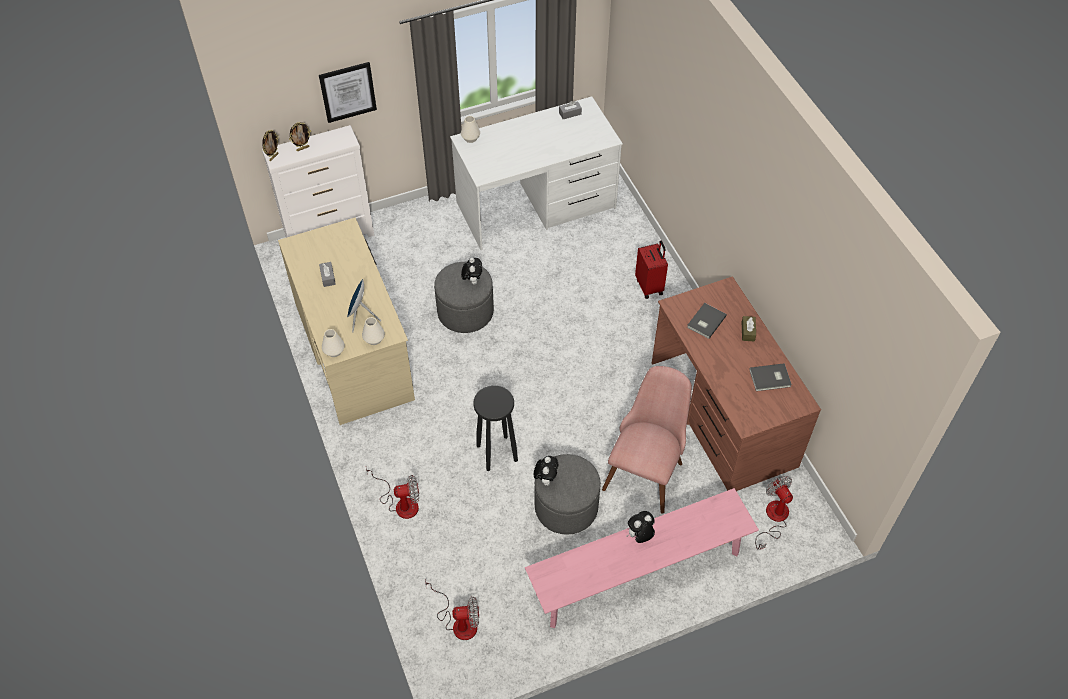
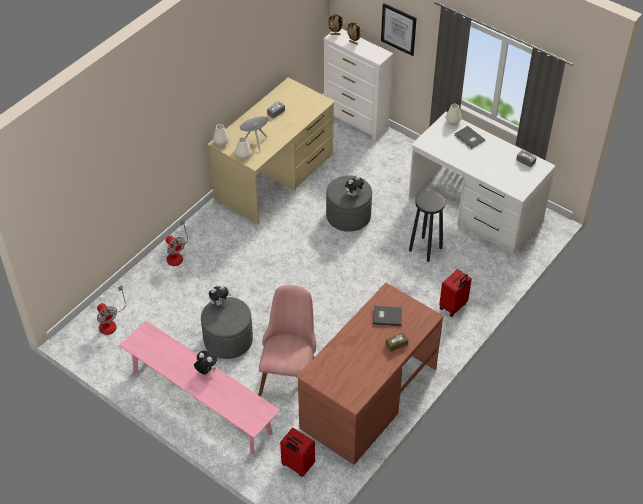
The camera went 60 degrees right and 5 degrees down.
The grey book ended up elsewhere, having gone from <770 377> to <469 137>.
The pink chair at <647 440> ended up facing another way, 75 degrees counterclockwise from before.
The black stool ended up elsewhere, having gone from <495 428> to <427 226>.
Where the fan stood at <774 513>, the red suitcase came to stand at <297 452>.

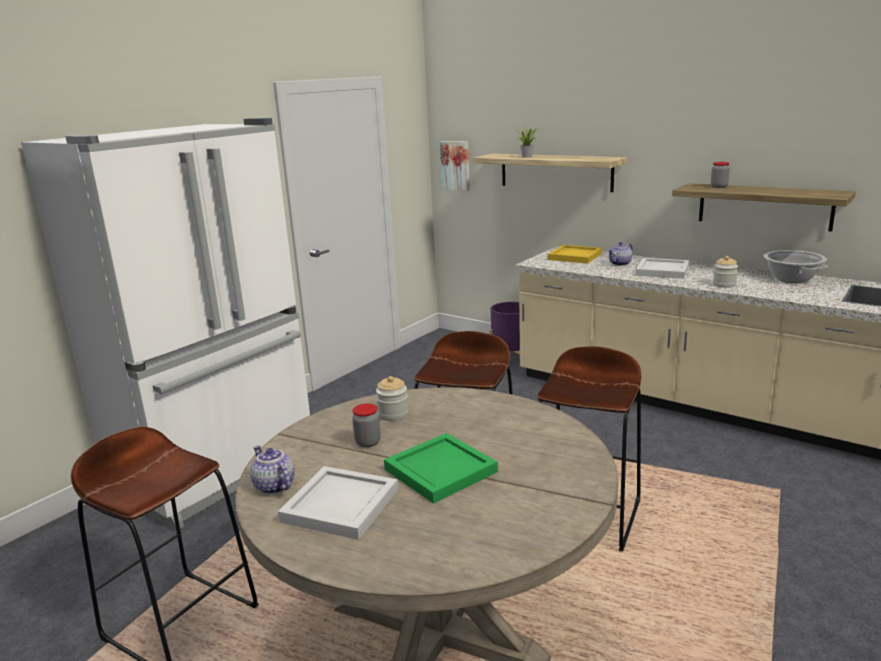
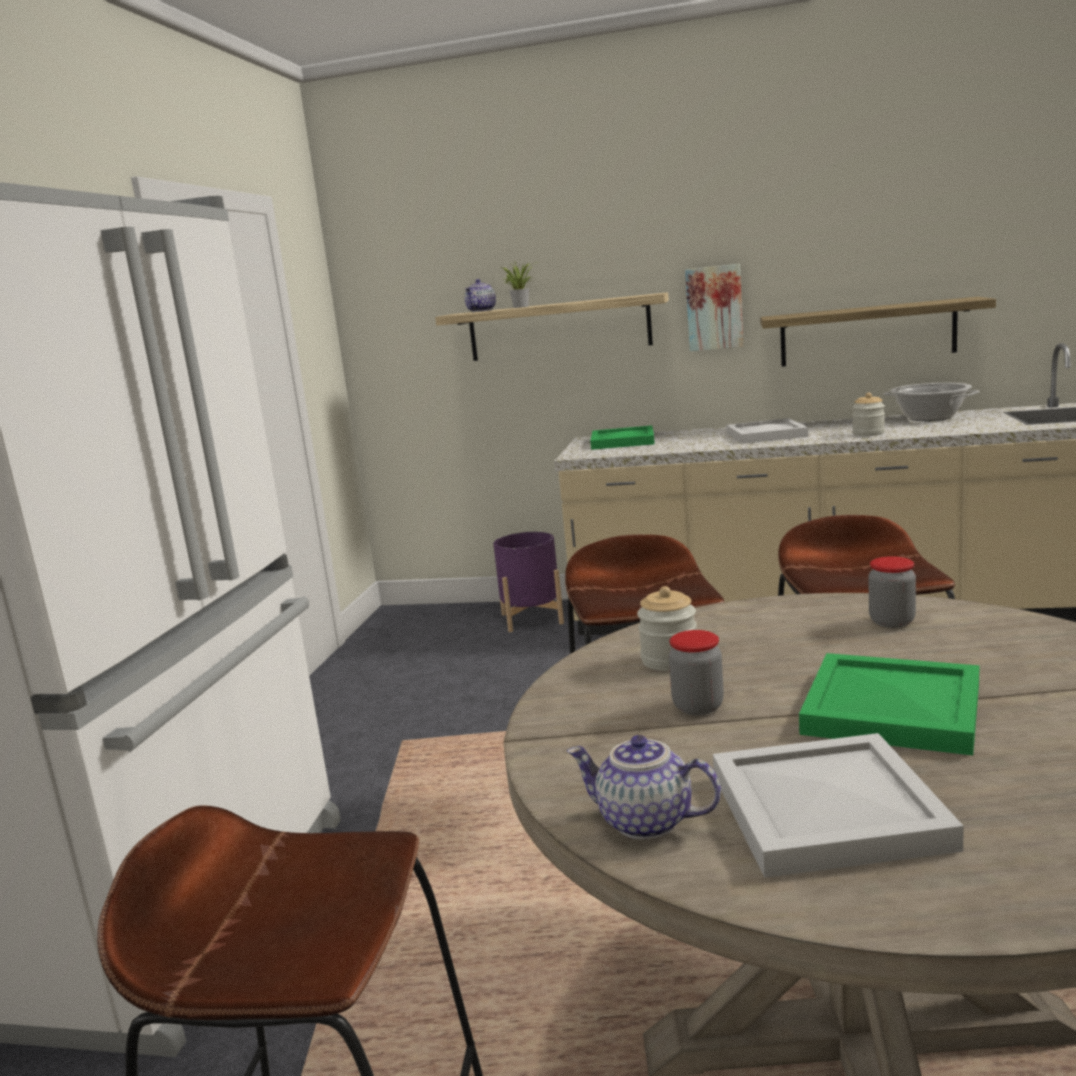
The camera went 25 degrees left and 5 degrees down.
The picture ended up elsewhere, having gone from <455 166> to <714 307>.
The jar ended up elsewhere, having gone from <720 175> to <892 592>.
The teapot ended up elsewhere, having gone from <620 254> to <480 295>.
What was the yellow tray at <575 254> turned into the green tray at <622 437>.

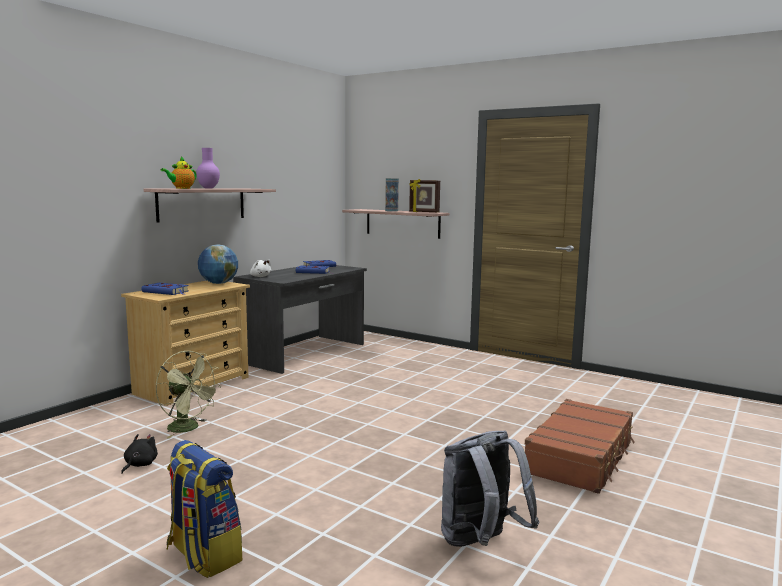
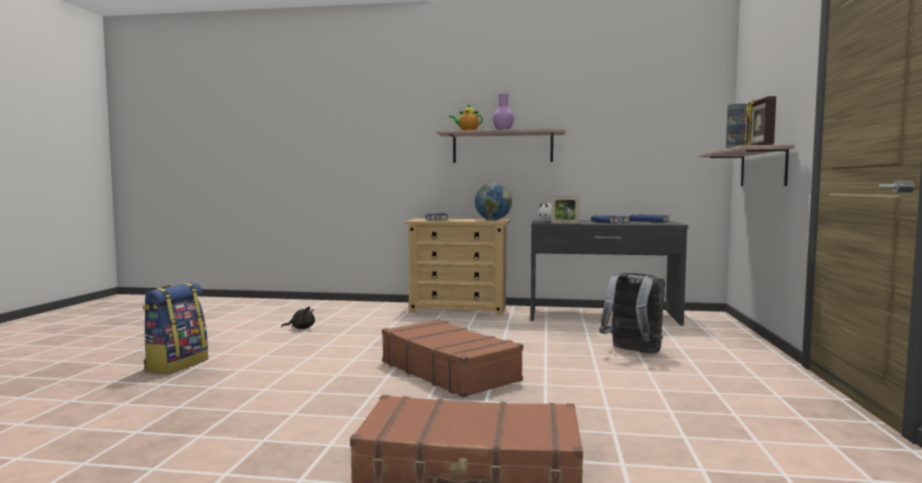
The camera went 65 degrees right and 5 degrees down.
The second view lost the green fan at <188 394>.
The grey backpack ended up elsewhere, having gone from <490 489> to <632 312>.
The second view gained the picture frame at <565 210>.
The second view gained the brown suitcase at <452 358>.

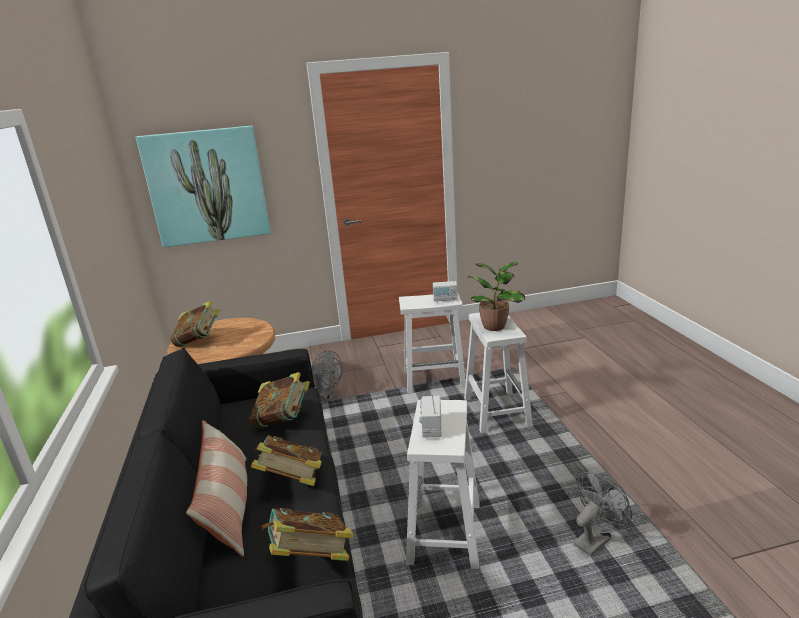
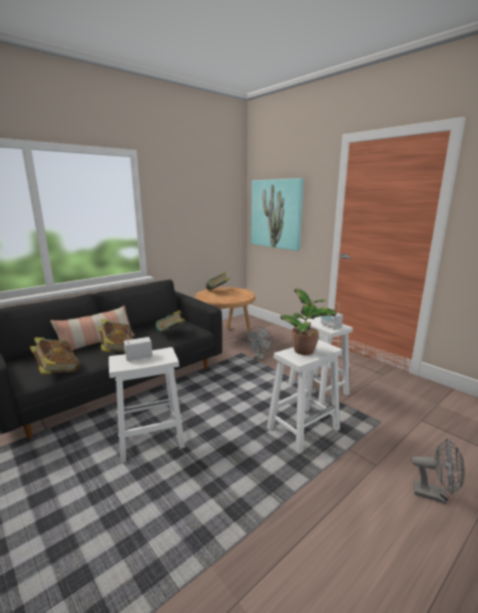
The camera went 60 degrees right and 5 degrees down.
The grey fan ended up elsewhere, having gone from <602 514> to <438 471>.

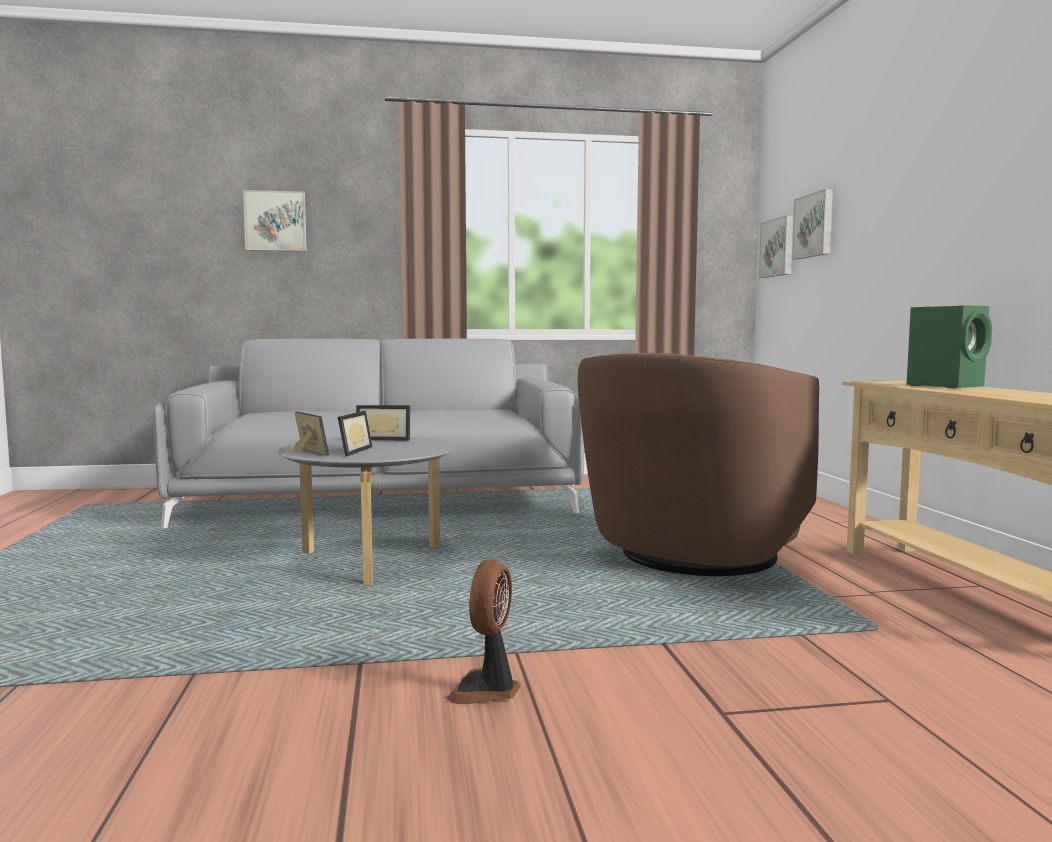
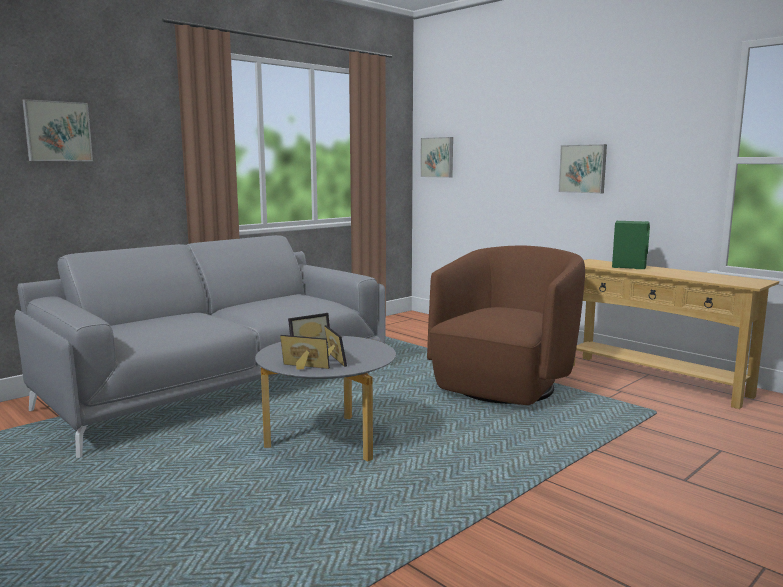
The camera went 35 degrees left and 5 degrees up.
The picture ended up elsewhere, having gone from <812 224> to <583 169>.
The brown armchair at <698 464> ended up facing another way, 150 degrees counterclockwise from before.
The second view lost the fan at <483 631>.

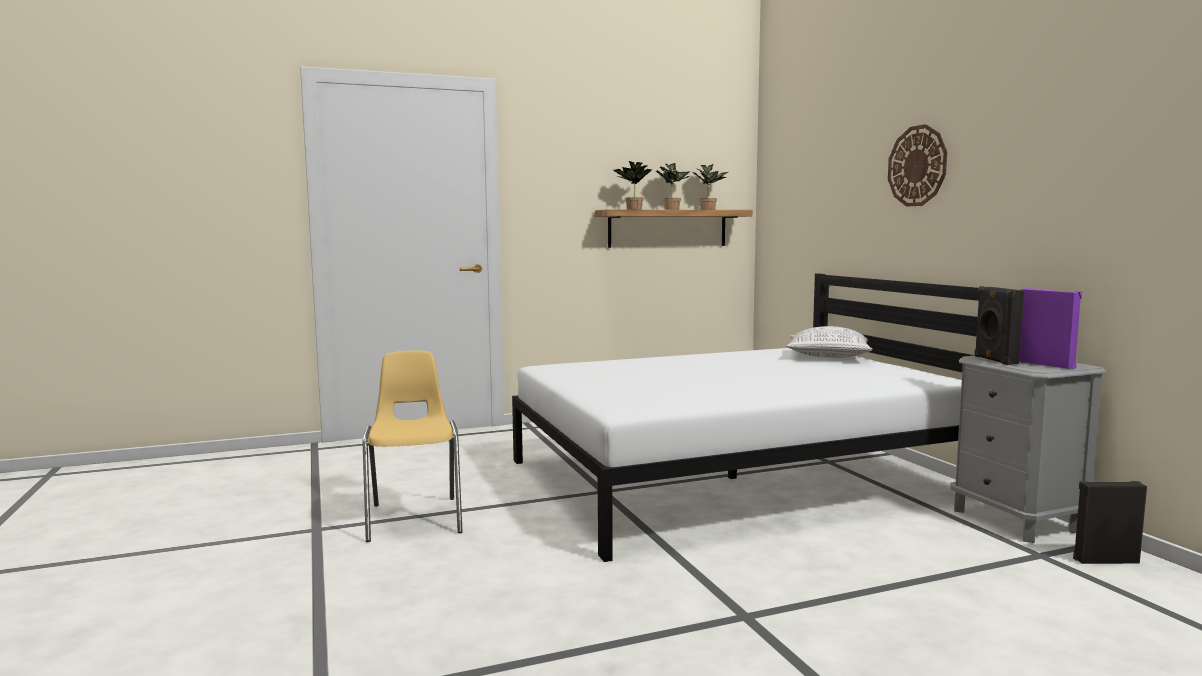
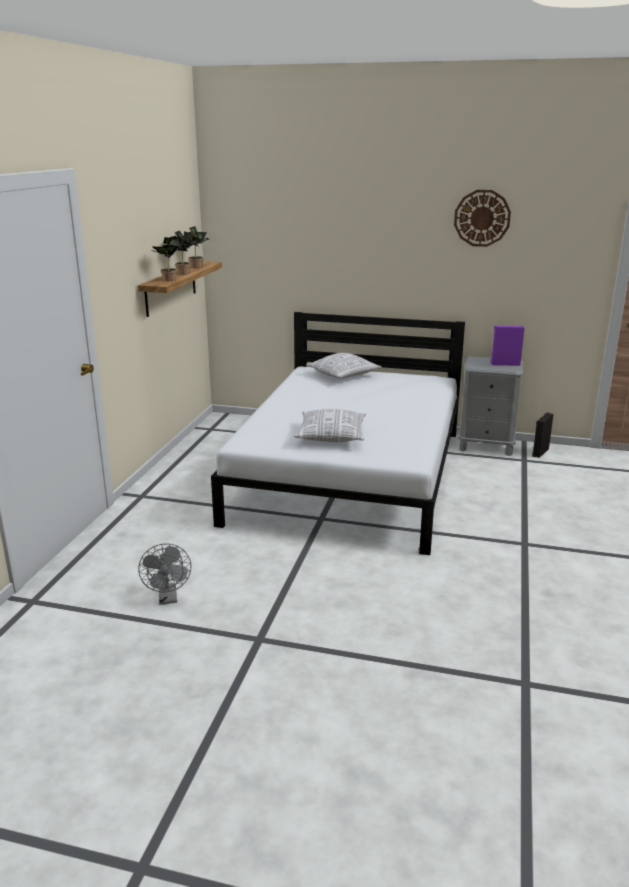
The camera went 55 degrees left and 15 degrees up.
The wall clock ended up elsewhere, having gone from <917 165> to <482 218>.
The second view lost the black speaker at <999 325>.
The second view lost the yellow chair at <412 446>.
The second view gained the pillow at <330 425>.
The second view gained the grey fan at <164 574>.

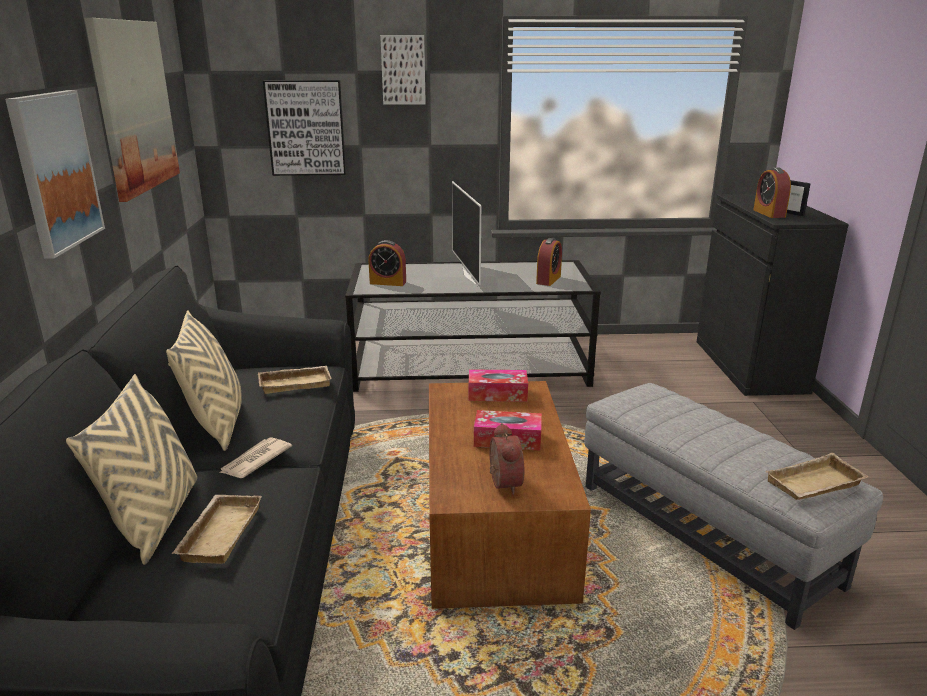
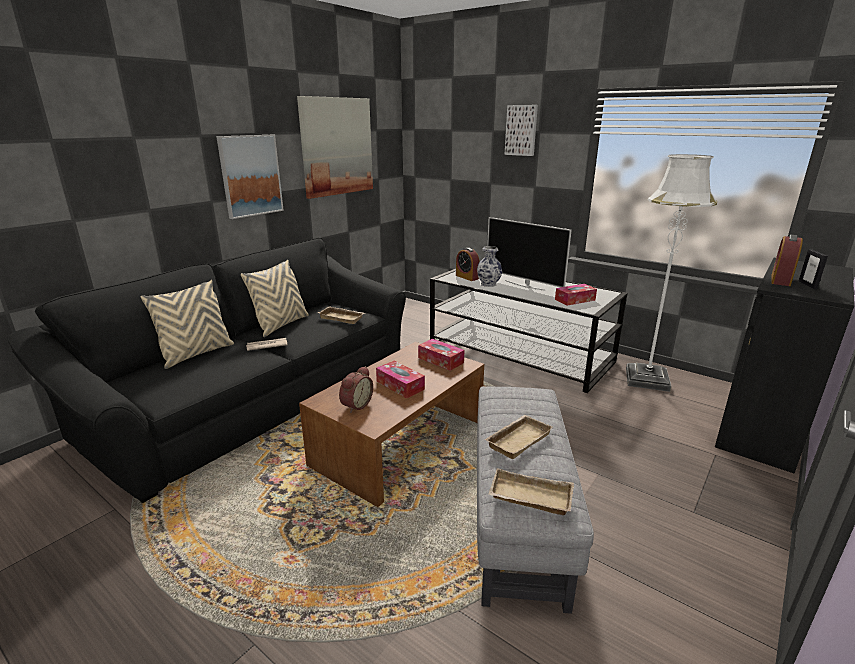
The camera went 40 degrees right and 0 degrees up.
The second view lost the picture at <304 128>.
The television at <466 233> ended up facing another way, 75 degrees counterclockwise from before.
Where the alarm clock stood at <549 262>, the tissue box came to stand at <576 295>.
The beige tray ended up elsewhere, having gone from <216 529> to <519 437>.
The second view gained the white floor lamp at <671 273>.
The second view gained the vase at <489 266>.

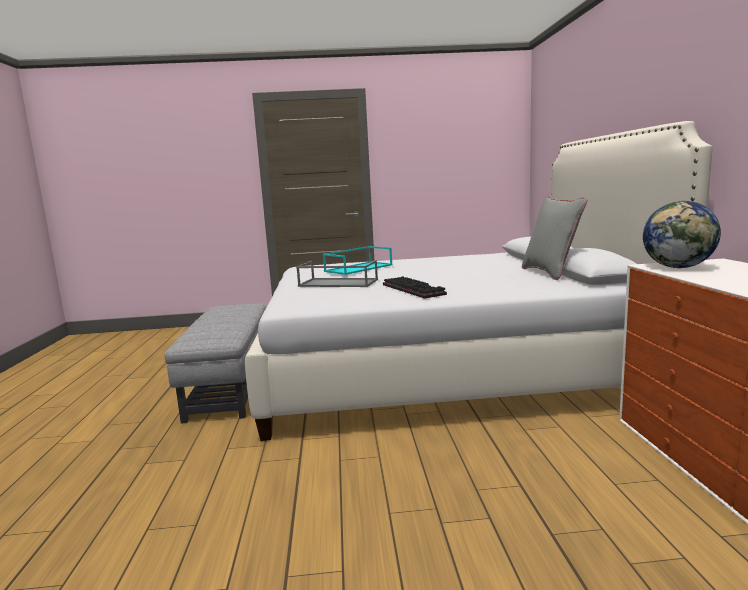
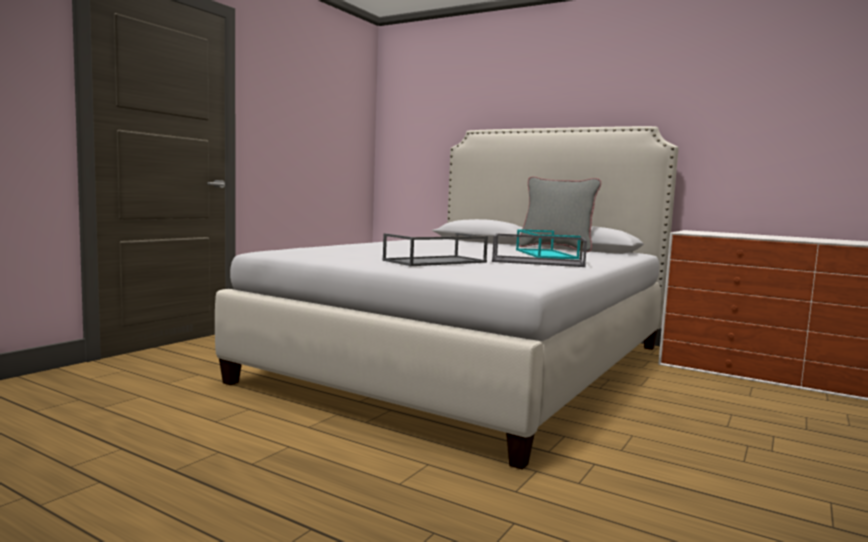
The camera went 55 degrees left and 5 degrees down.
The second view lost the globe at <682 234>.
The turquoise tray ended up elsewhere, having gone from <358 260> to <548 244>.
Where the keyboard stood at <415 287>, the grey tray came to stand at <539 250>.
The second view lost the grey ottoman at <215 364>.

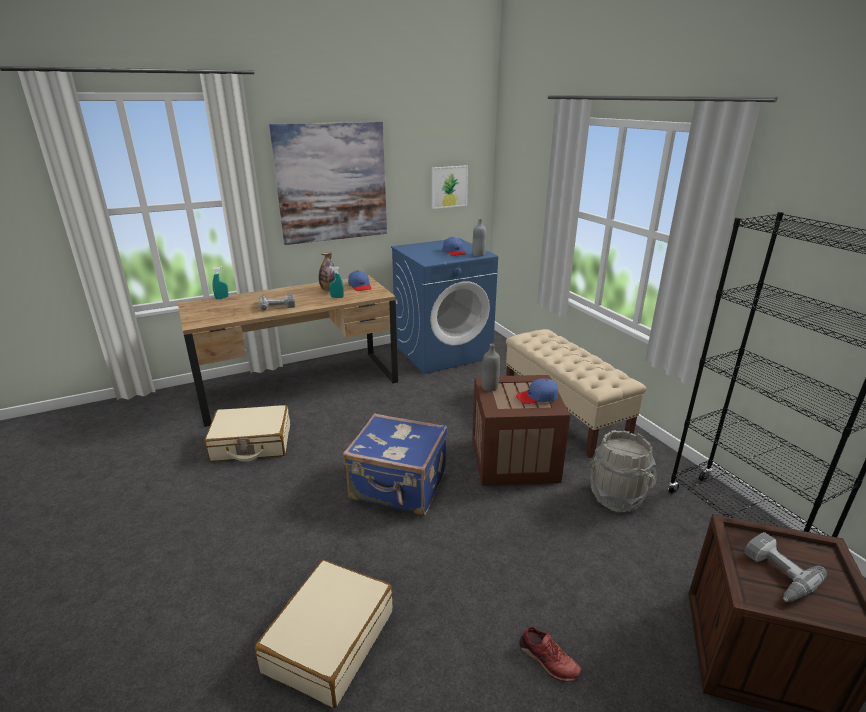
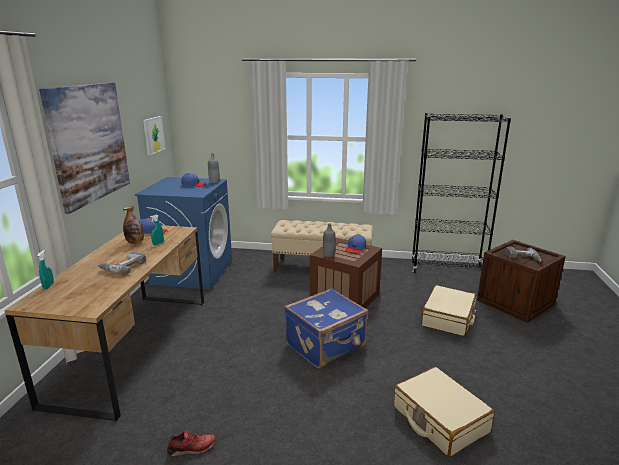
The camera went 55 degrees left and 5 degrees down.
The beige suitcase ended up elsewhere, having gone from <247 433> to <448 310>.
The second view lost the grey bucket at <623 471>.
The red shoe ended up elsewhere, having gone from <550 654> to <191 444>.

